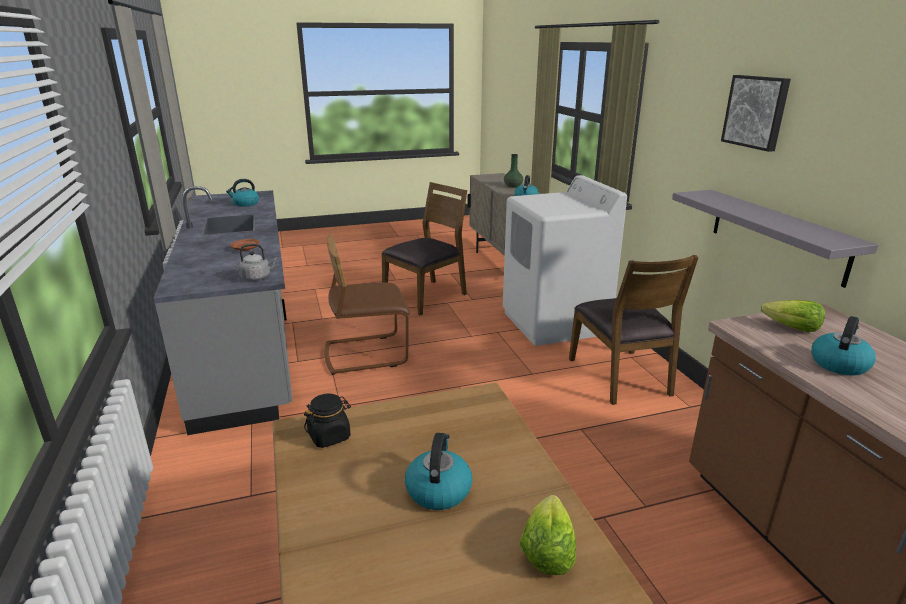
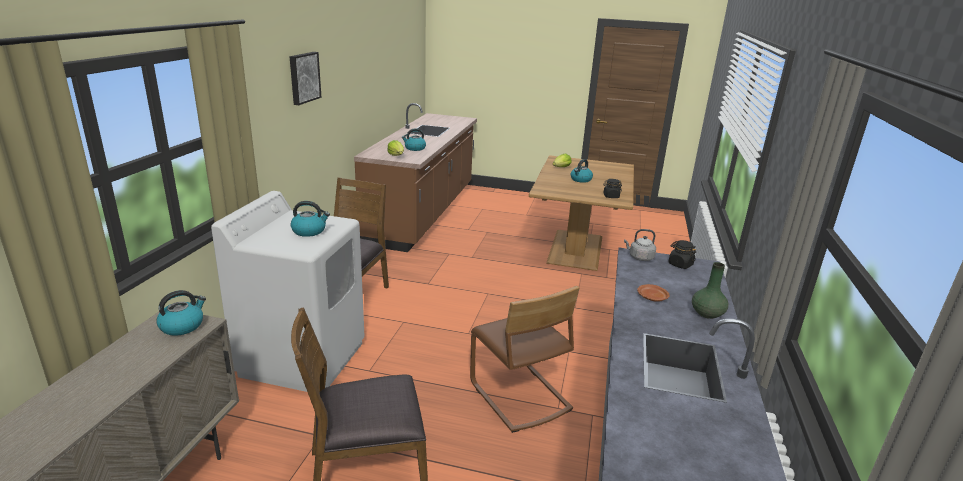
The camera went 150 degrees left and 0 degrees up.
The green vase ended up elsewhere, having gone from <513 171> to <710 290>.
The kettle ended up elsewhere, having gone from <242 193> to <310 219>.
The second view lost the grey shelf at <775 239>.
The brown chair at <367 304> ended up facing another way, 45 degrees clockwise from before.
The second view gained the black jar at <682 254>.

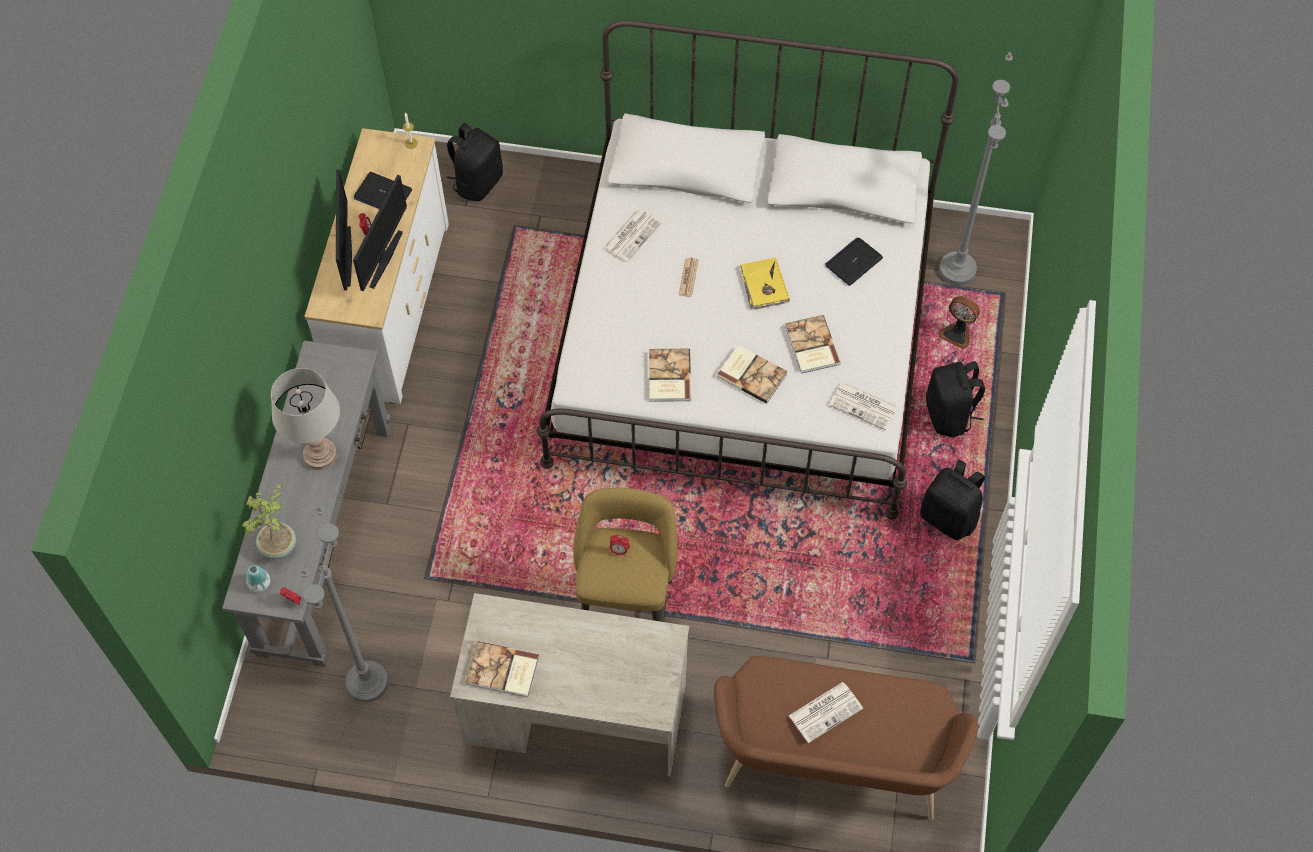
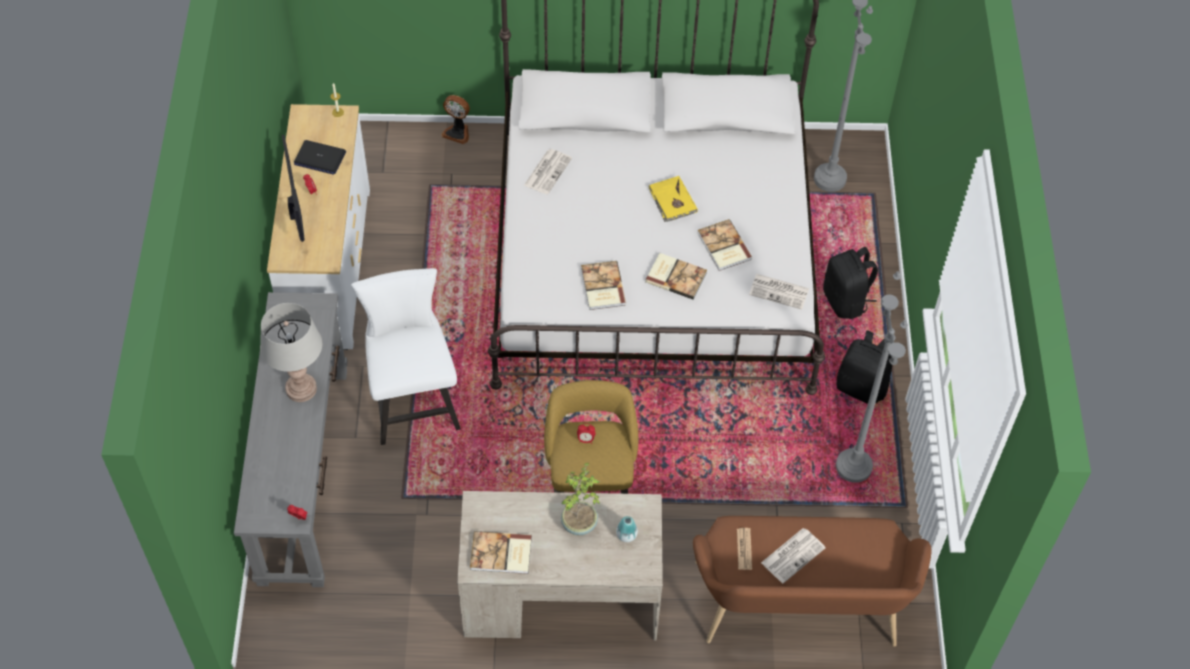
The camera went 10 degrees left and 5 degrees down.
The second view lost the black backpack at <474 162>.
The second view lost the monitor at <380 233>.
The second view lost the laptop at <854 262>.
The newspaper ended up elsewhere, having gone from <689 277> to <744 549>.
The fan ended up elsewhere, having gone from <959 322> to <455 119>.
The potted plant ended up elsewhere, having gone from <268 522> to <580 499>.
The grey floor lamp ended up elsewhere, having gone from <344 604> to <872 377>.
The vase ended up elsewhere, having gone from <258 578> to <627 529>.
The second view gained the white chair at <406 356>.

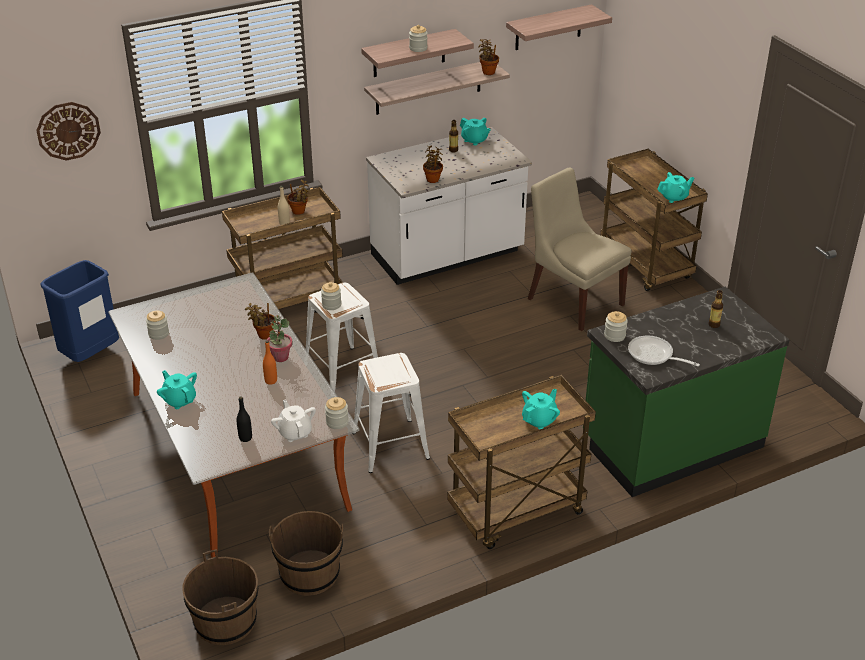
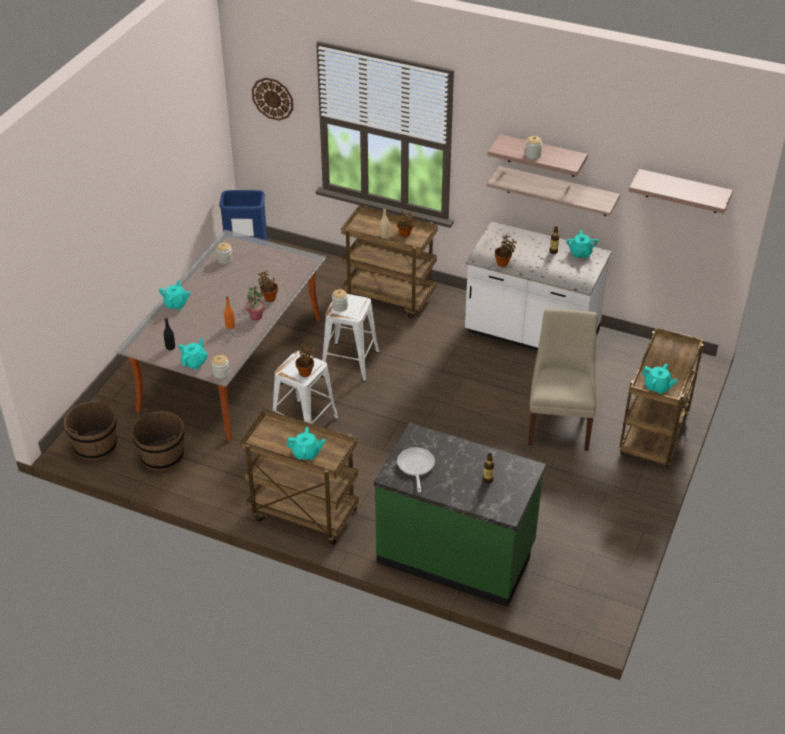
The camera went 50 degrees right and 5 degrees up.
The potted plant ended up elsewhere, having gone from <488 57> to <305 360>.
The second view lost the jar at <616 326>.
What was the white teapot at <293 420> turned into the turquoise teapot at <193 354>.

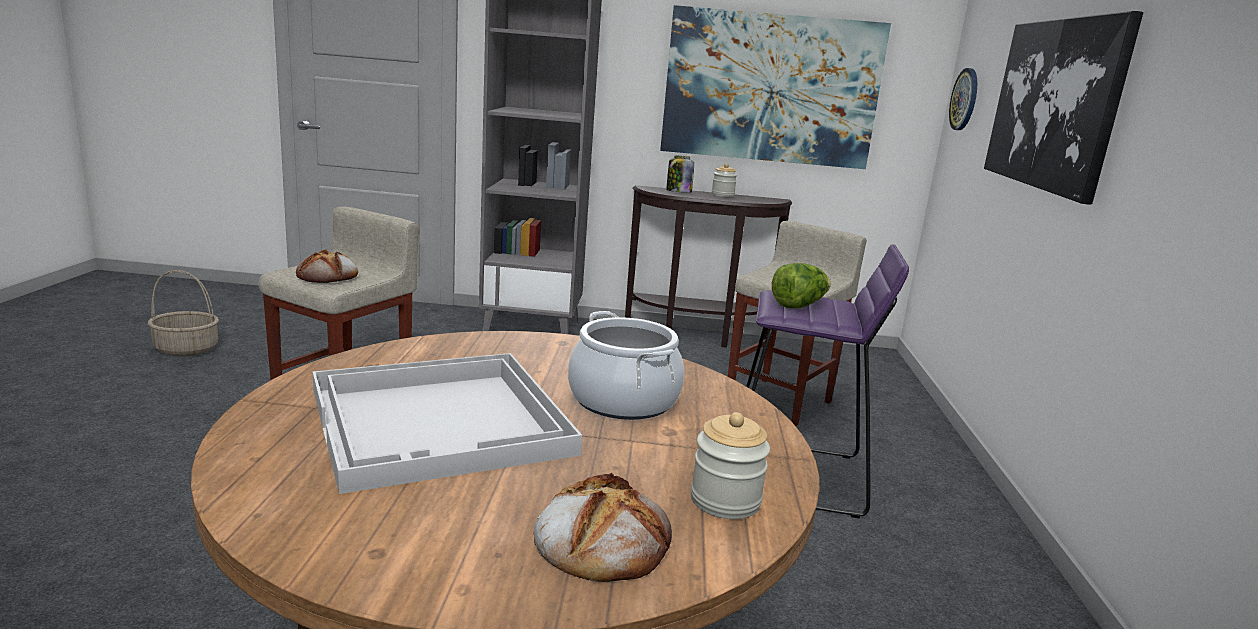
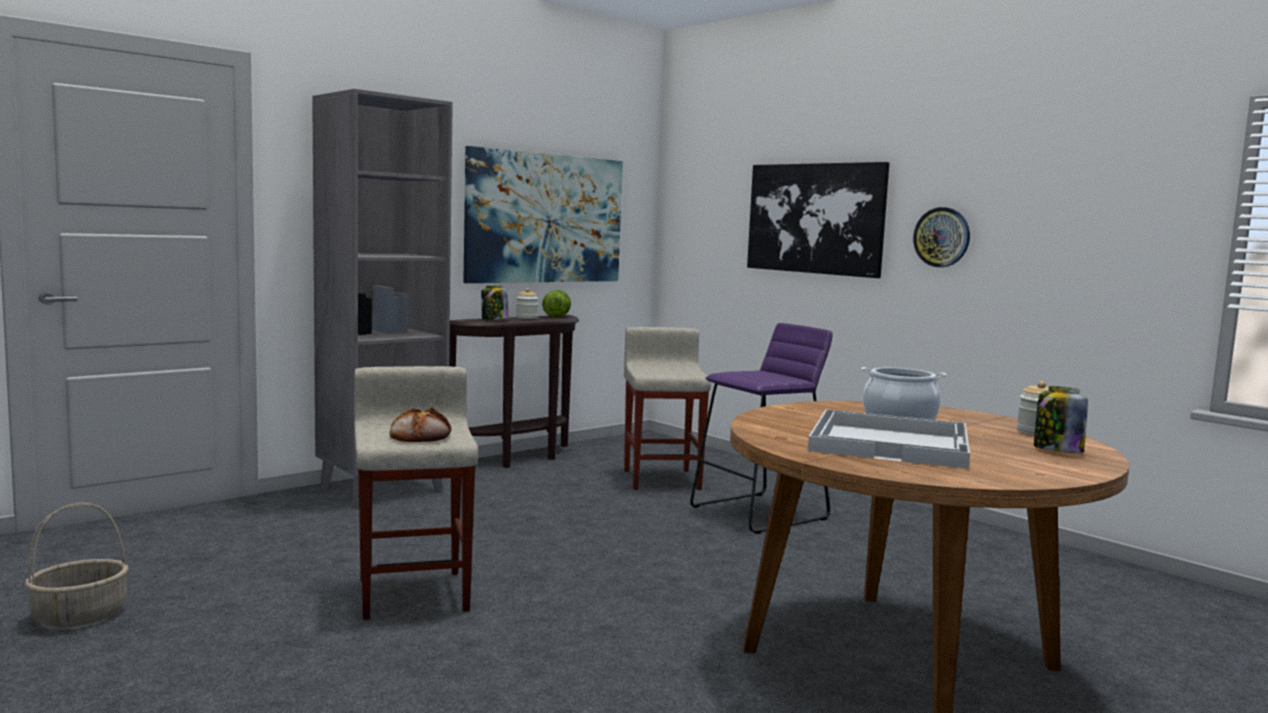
The camera went 45 degrees left and 10 degrees down.
The wall clock ended up elsewhere, having gone from <963 99> to <941 237>.
The lettuce ended up elsewhere, having gone from <801 286> to <556 304>.
Where the bread stood at <603 527>, the jar came to stand at <1061 419>.

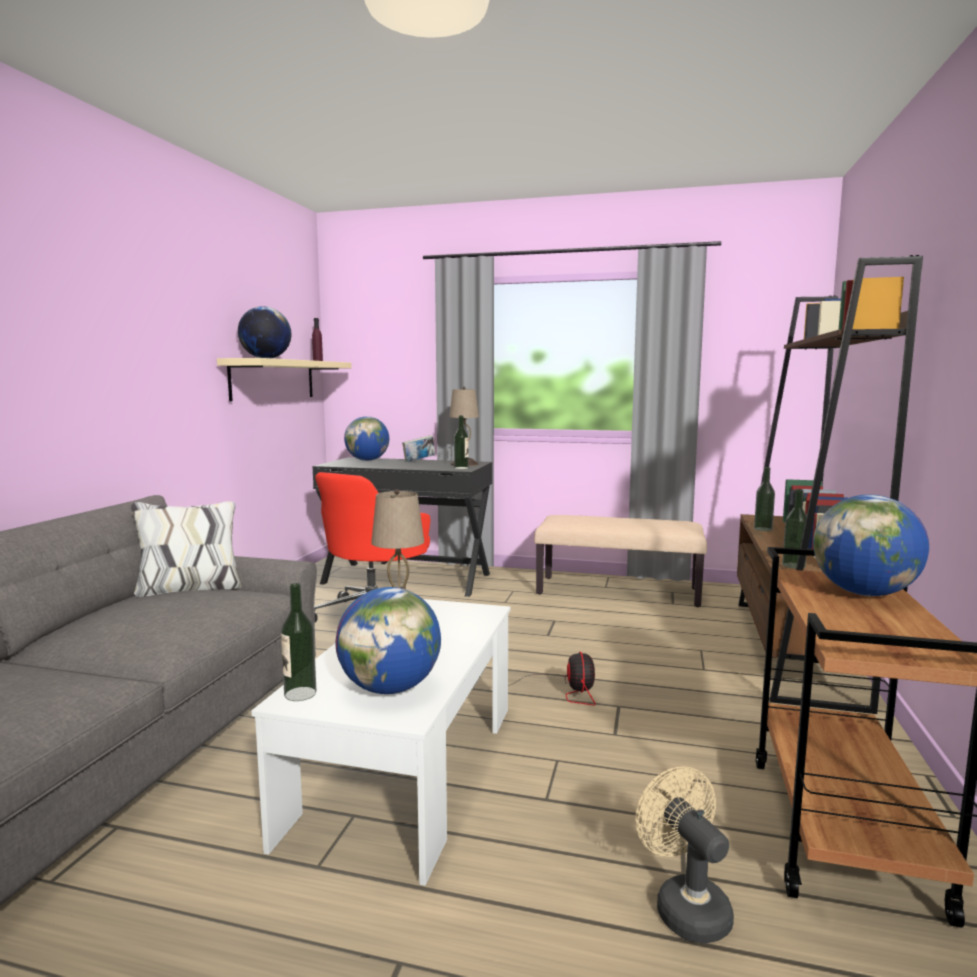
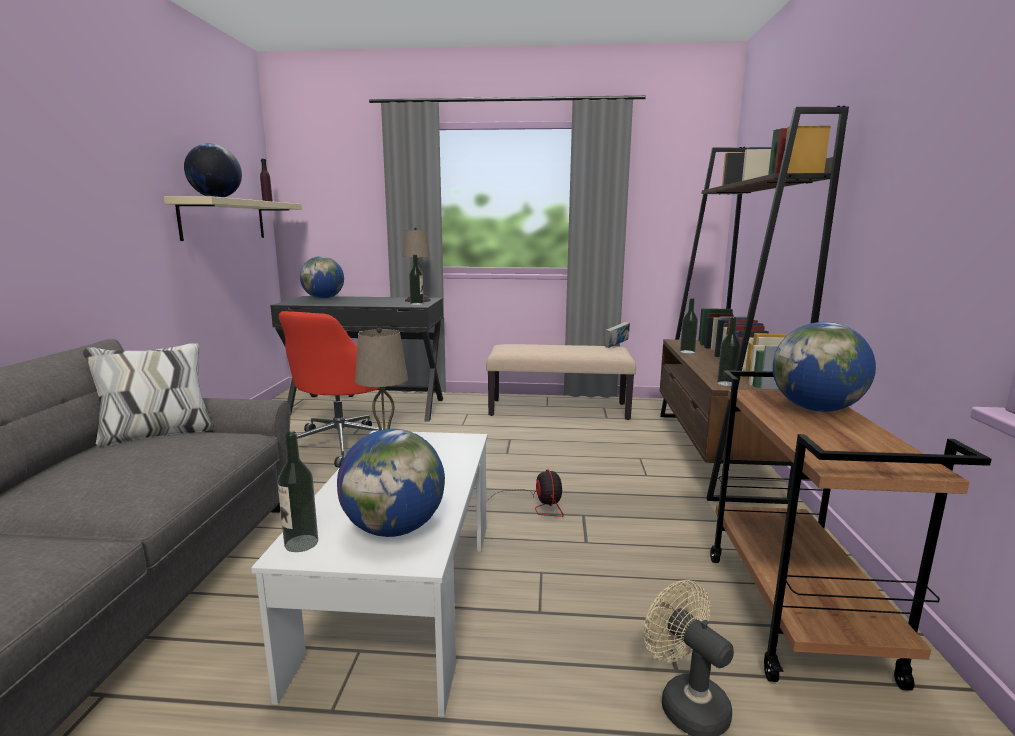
The camera went 10 degrees left and 5 degrees up.
The book ended up elsewhere, having gone from <418 448> to <617 335>.

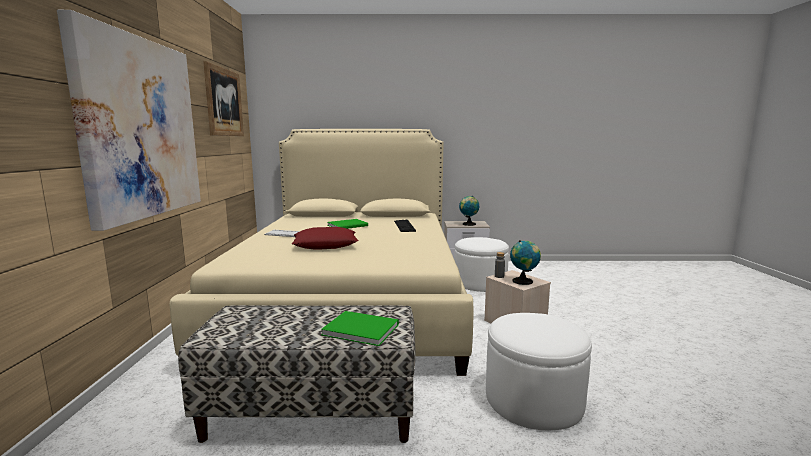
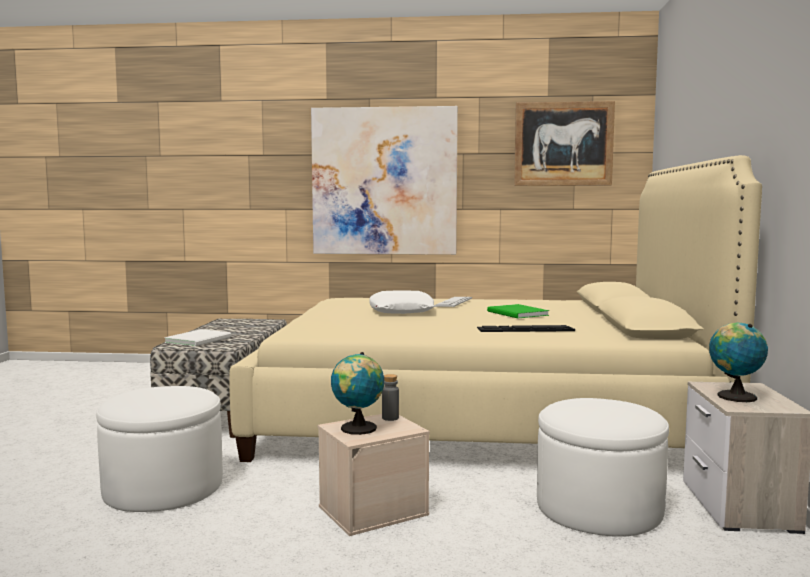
The camera went 95 degrees right and 5 degrees down.
What was the red pillow at <325 238> turned into the white pillow at <401 302>.
What was the green book at <360 328> turned into the white book at <197 337>.

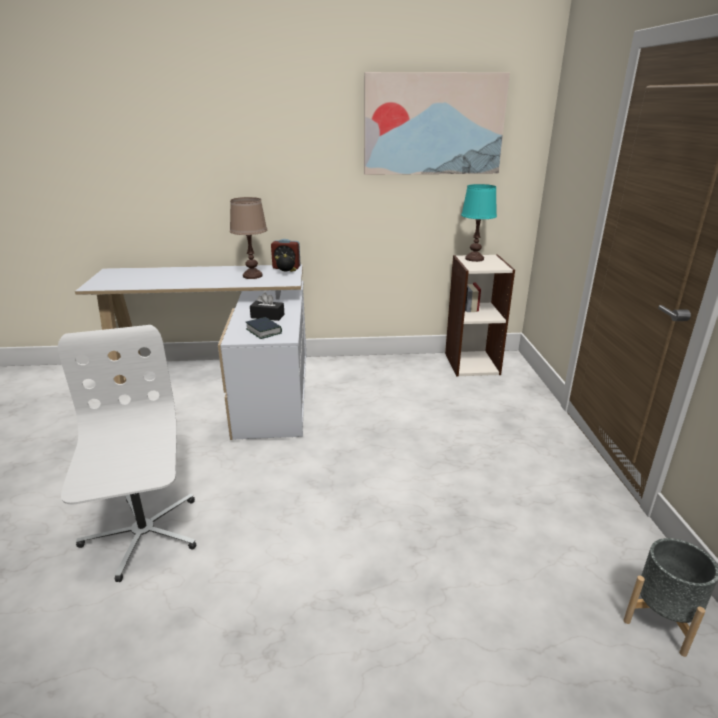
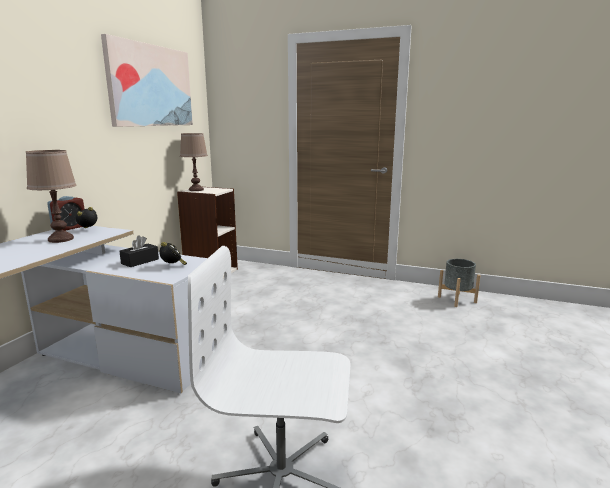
The camera went 65 degrees left and 10 degrees down.
What was the turquoise table lamp at <479 223> turned into the brown table lamp at <194 162>.
Where the book stood at <264 328>, the alarm clock came to stand at <173 253>.

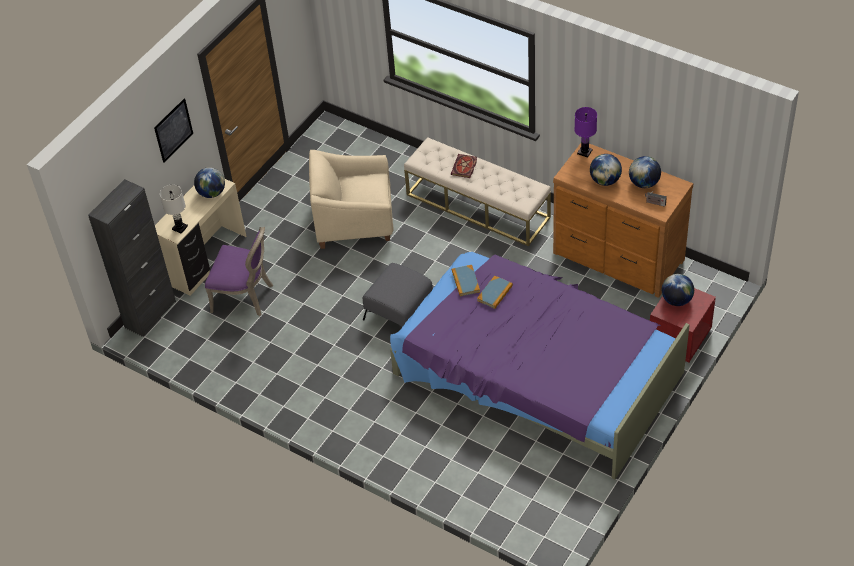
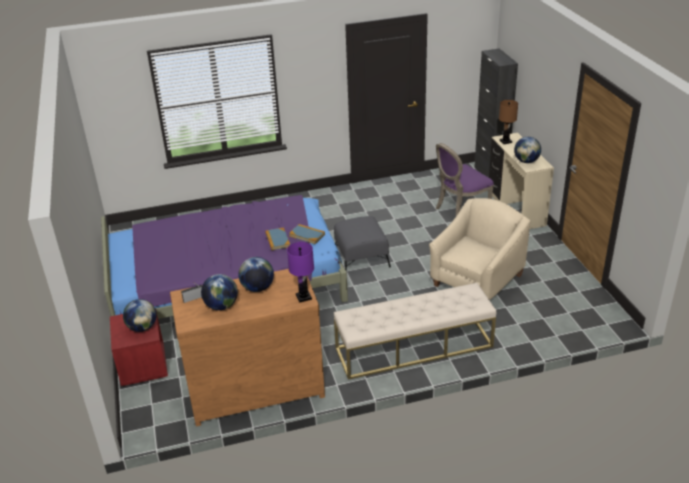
The camera went 130 degrees right and 15 degrees down.
The second view lost the picture at <173 131>.
The second view lost the book at <464 166>.
What was the white table lamp at <174 209> turned into the brown table lamp at <508 122>.

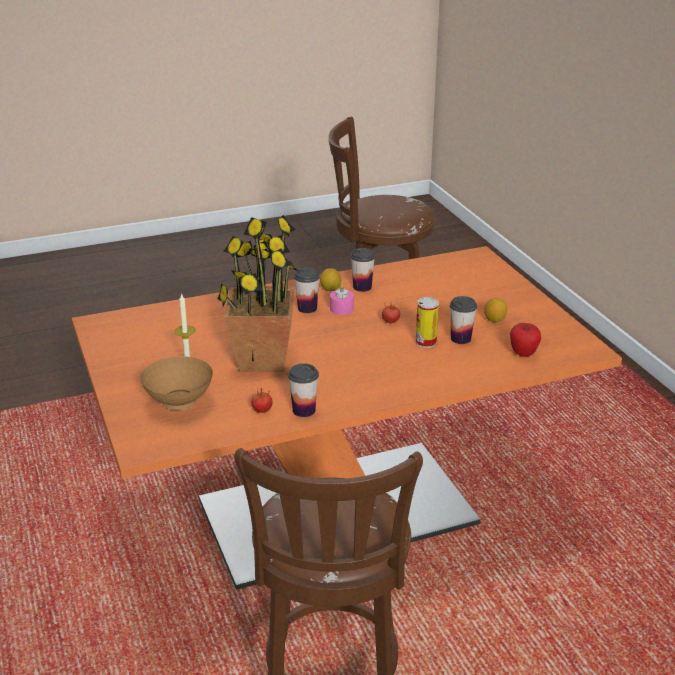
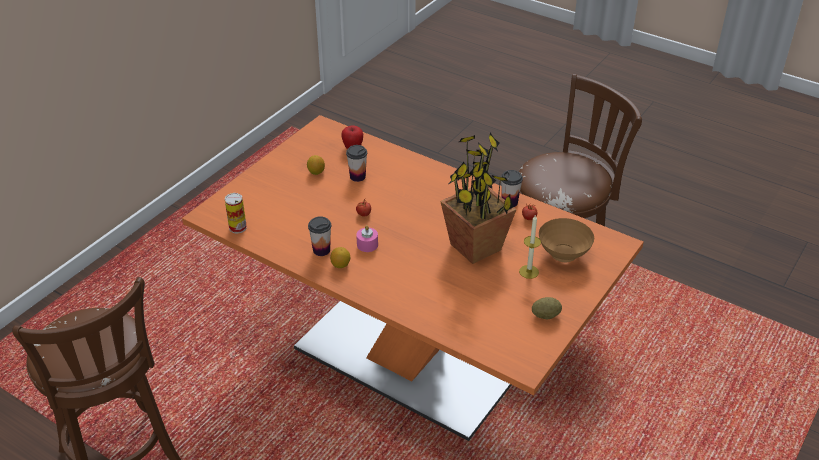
The camera went 125 degrees left and 10 degrees up.
The second view lost the cup at <307 290>.
The can ended up elsewhere, having gone from <427 322> to <236 213>.
The second view gained the potato at <547 308>.

